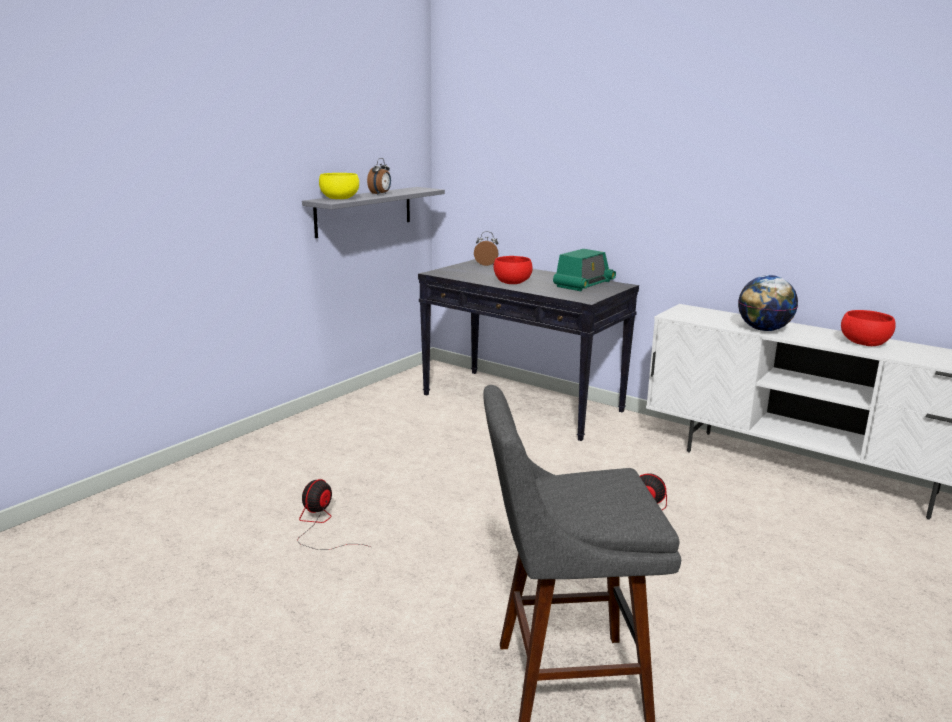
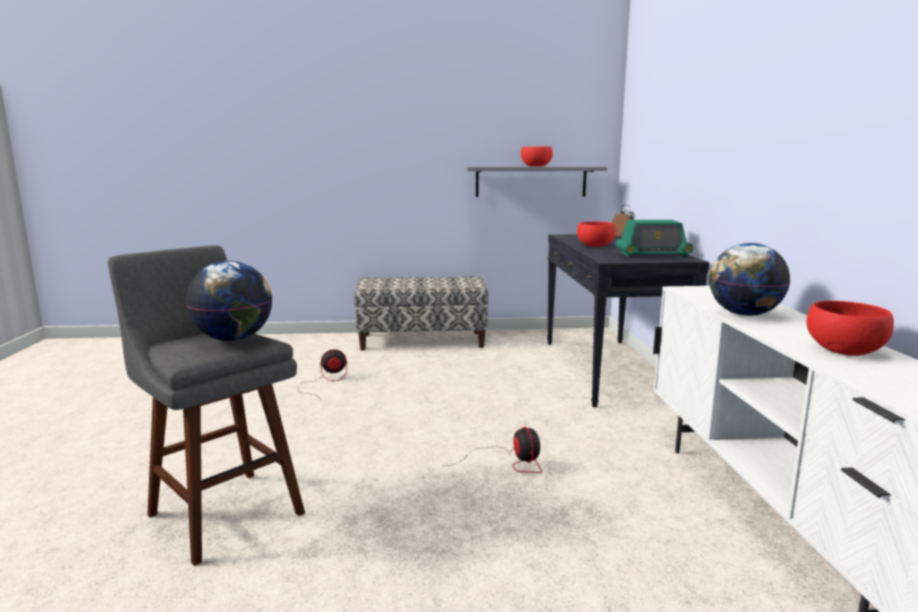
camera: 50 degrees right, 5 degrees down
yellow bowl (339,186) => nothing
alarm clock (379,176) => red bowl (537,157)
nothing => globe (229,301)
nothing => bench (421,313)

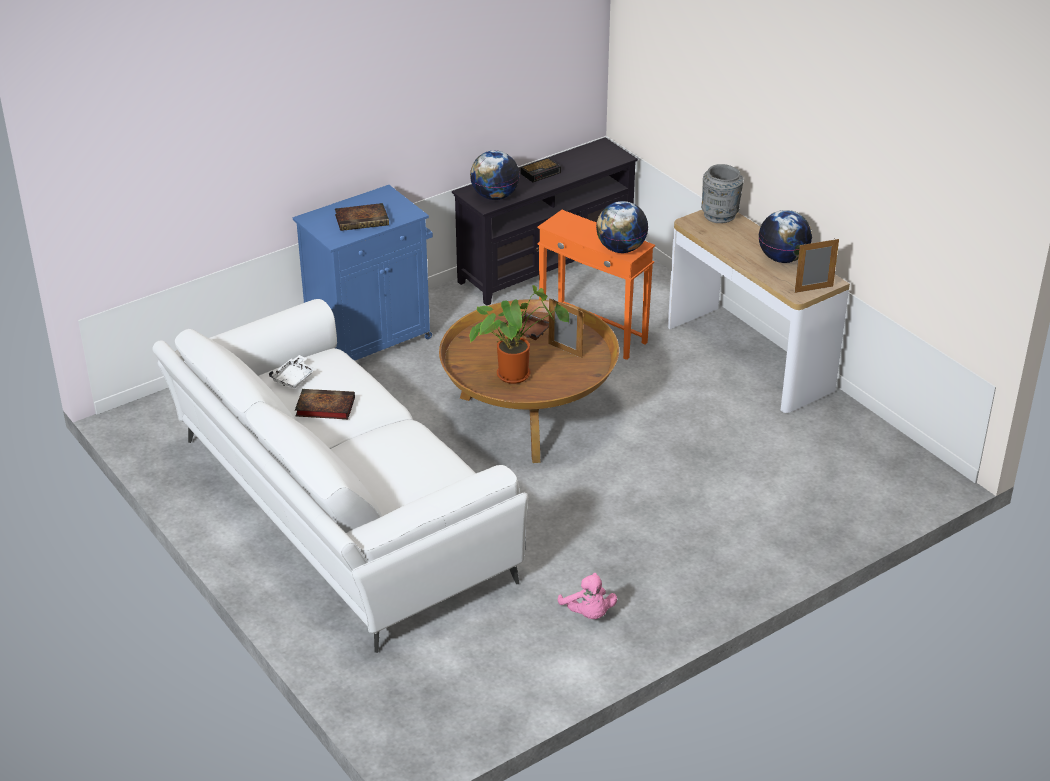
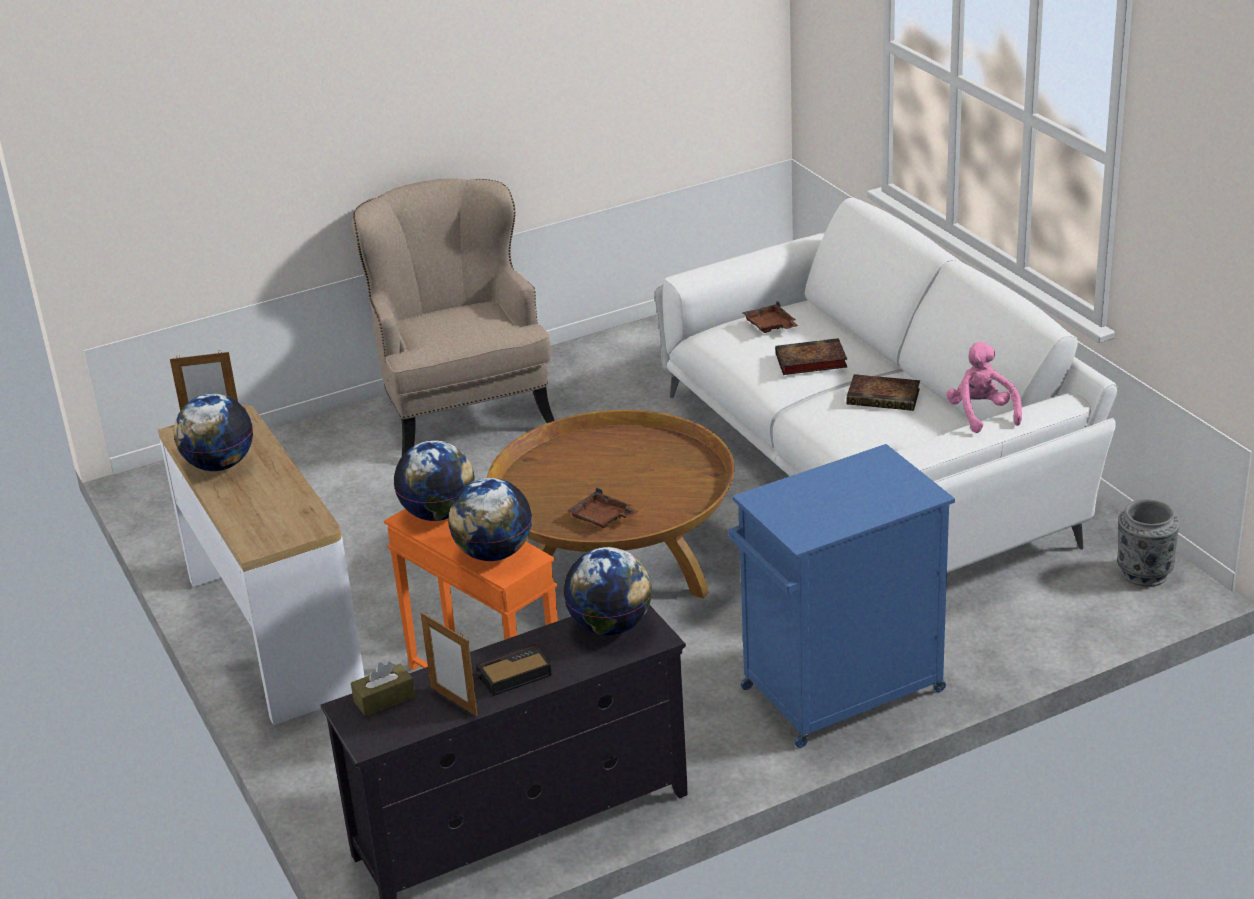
camera: 170 degrees left, 5 degrees down
white tray (292,371) => nothing
book (362,217) => book (811,356), shifted
potted plant (519,334) => nothing
picture frame (566,328) => picture frame (449,664), shifted
pink plush toy (587,596) => pink plush toy (984,387), shifted
grey vase (722,193) => grey vase (1148,543), shifted
nothing => brown tissue box (383,689)
nothing => beige armchair (453,317)
nothing => globe (490,519)
nothing => brown tray (770,317)

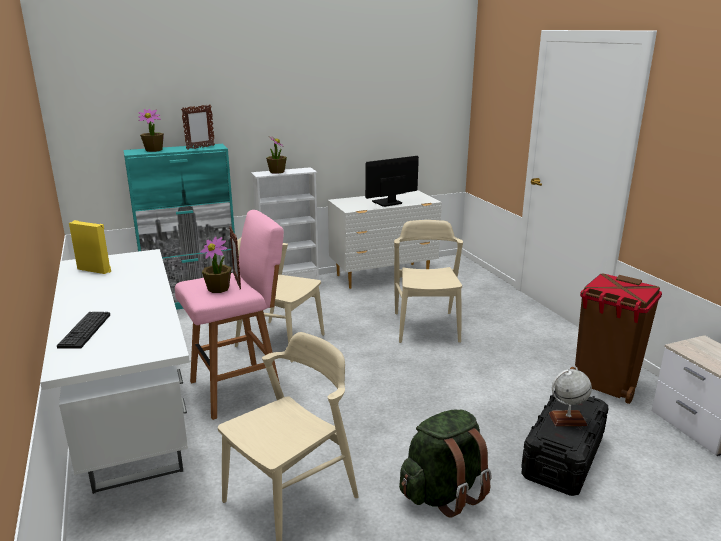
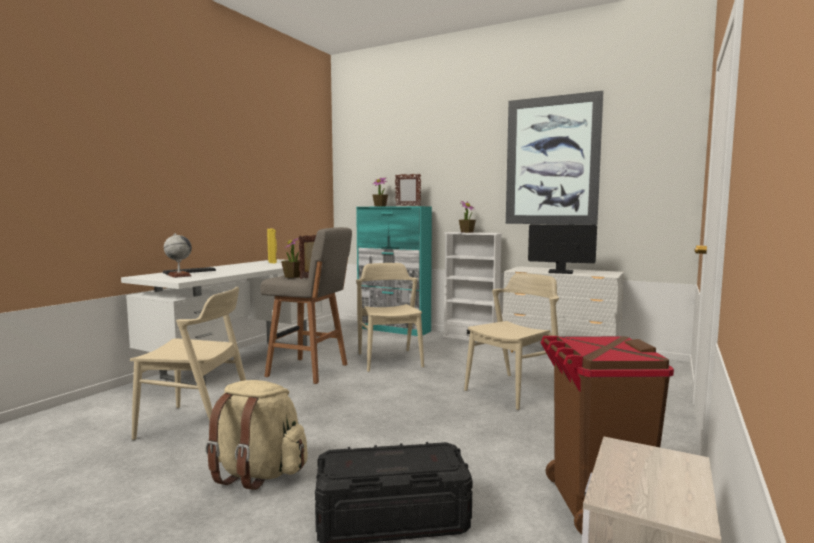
camera: 50 degrees right, 15 degrees down
pink stool (229,315) => grey stool (306,305)
green backpack (445,464) => beige backpack (256,435)
globe (570,397) => globe (178,255), shifted
nothing => picture (555,158)

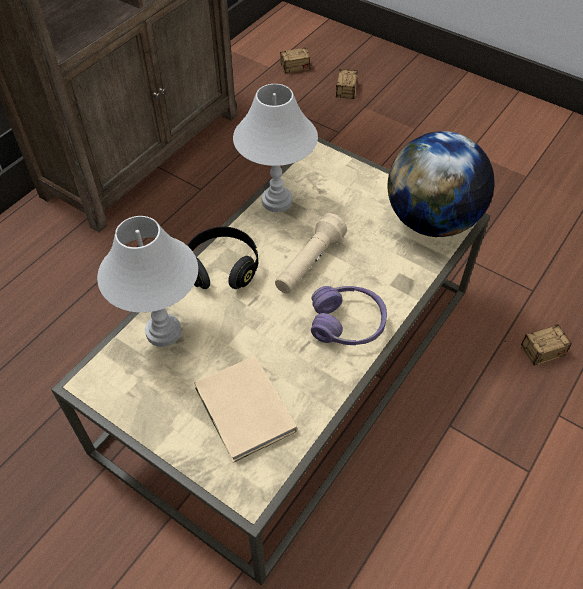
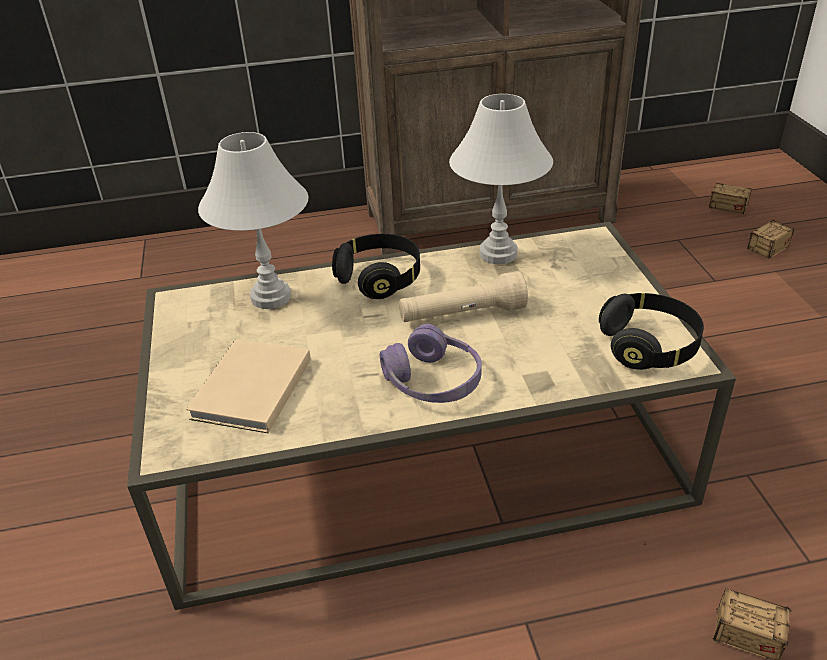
camera: 45 degrees right, 15 degrees down
globe (441,184) => black headphones (651,331)

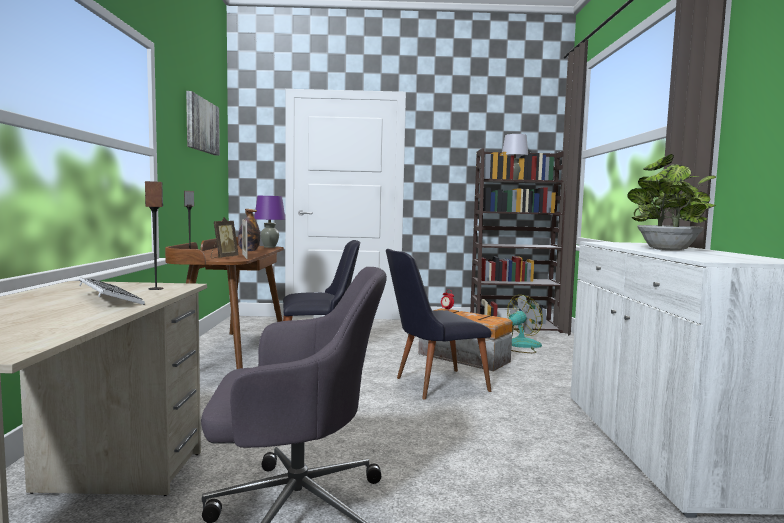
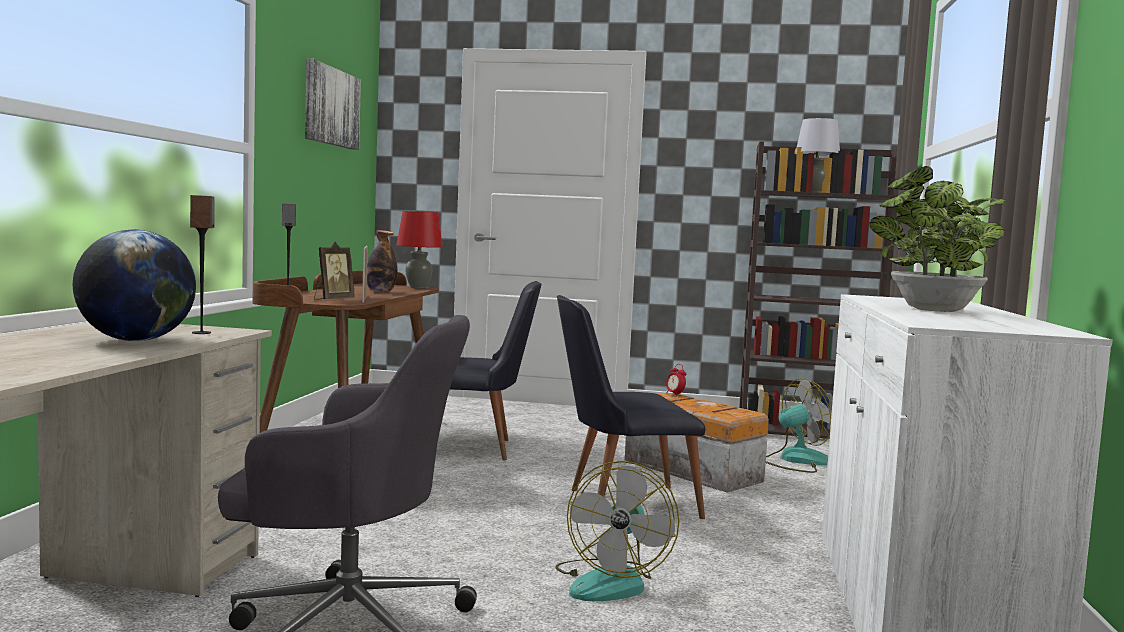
camera: 10 degrees right, 0 degrees up
keyboard (112,291) => globe (134,285)
purple table lamp (270,222) => red table lamp (420,250)
nothing => fan (617,531)

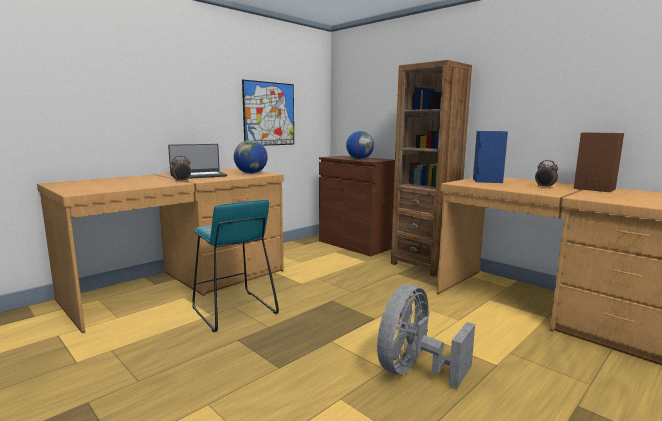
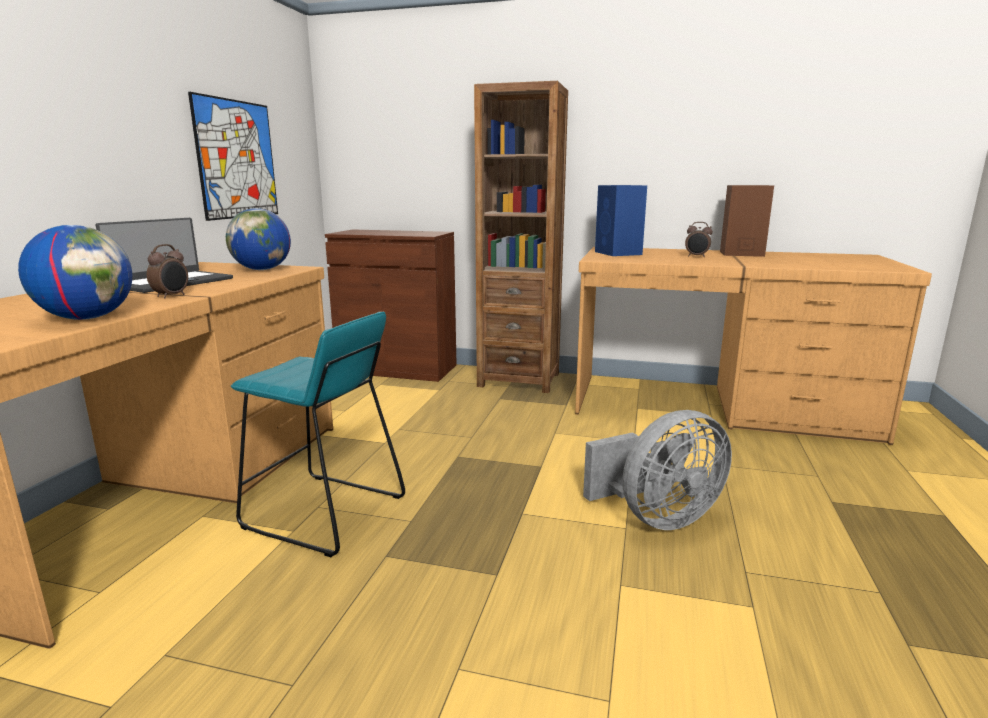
camera: 30 degrees left, 5 degrees up
globe (360,145) => globe (75,272), shifted
grey fan (426,336) => grey fan (657,470), 120 degrees counterclockwise

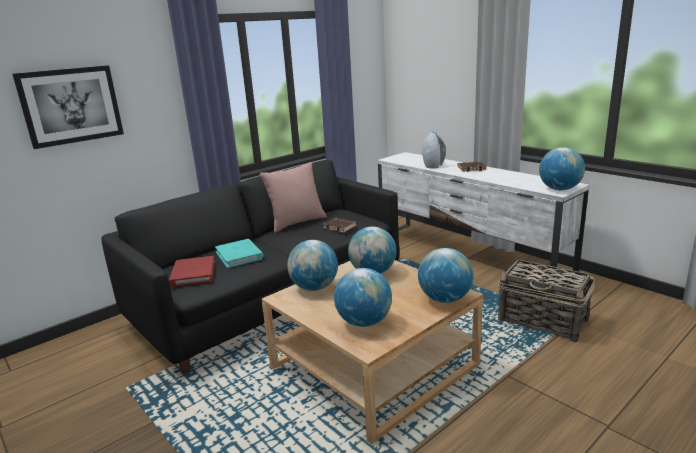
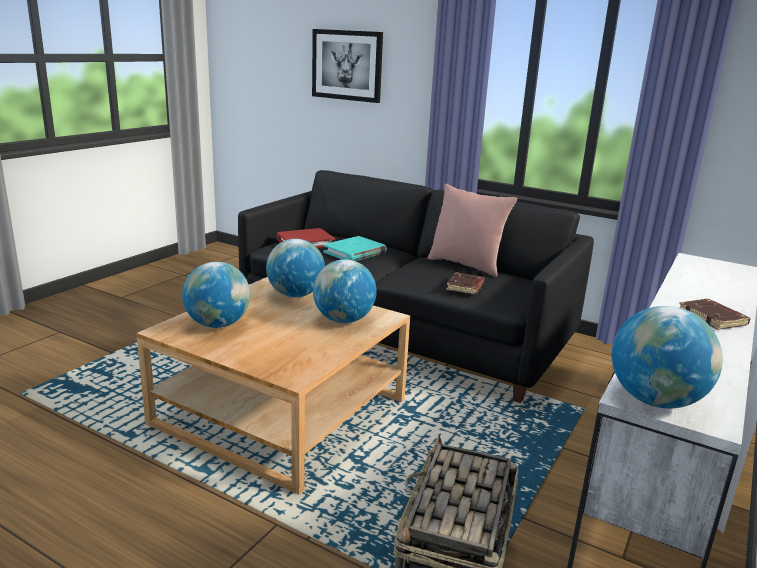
camera: 70 degrees right, 0 degrees up
globe (445,275) => nothing
grey vase (434,150) => nothing

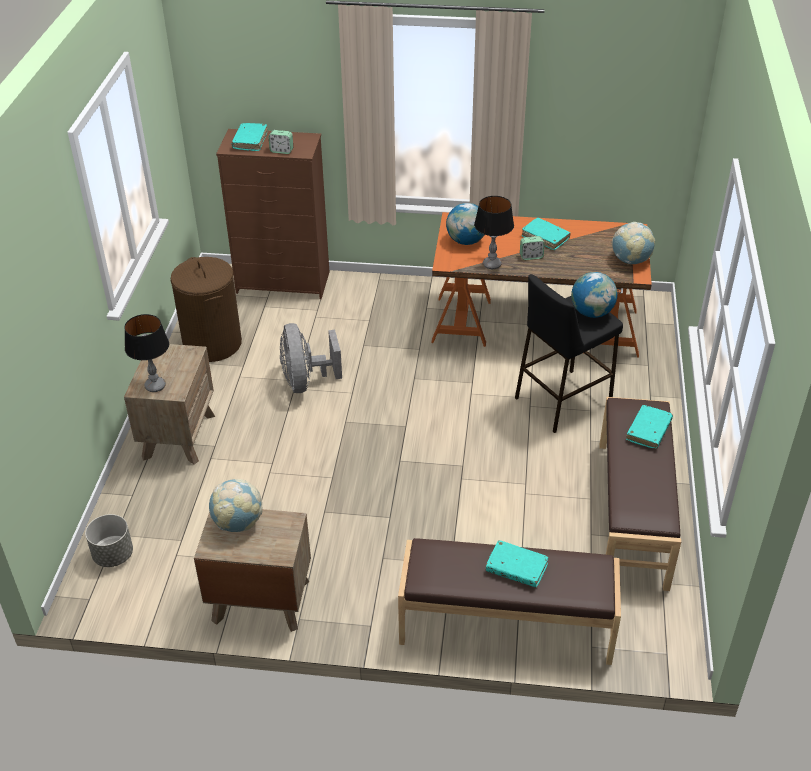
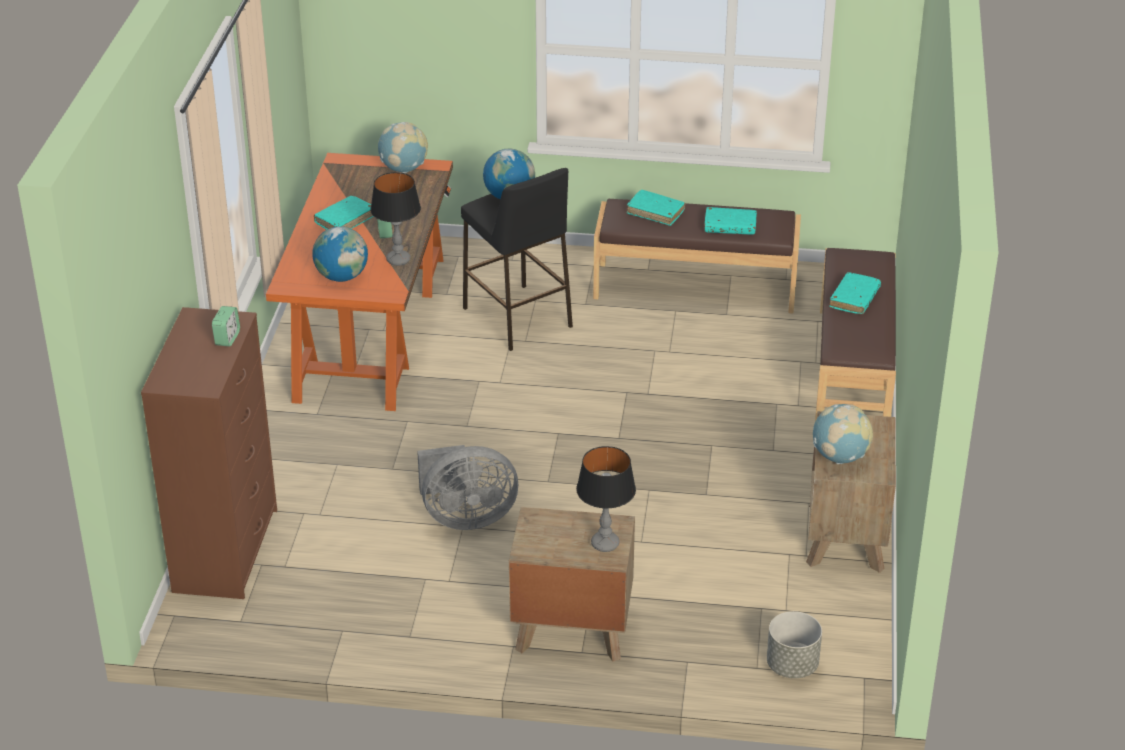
camera: 90 degrees left, 5 degrees down
brown laundry basket (206,309) => nothing
turquoise book (249,137) => turquoise book (730,221), shifted

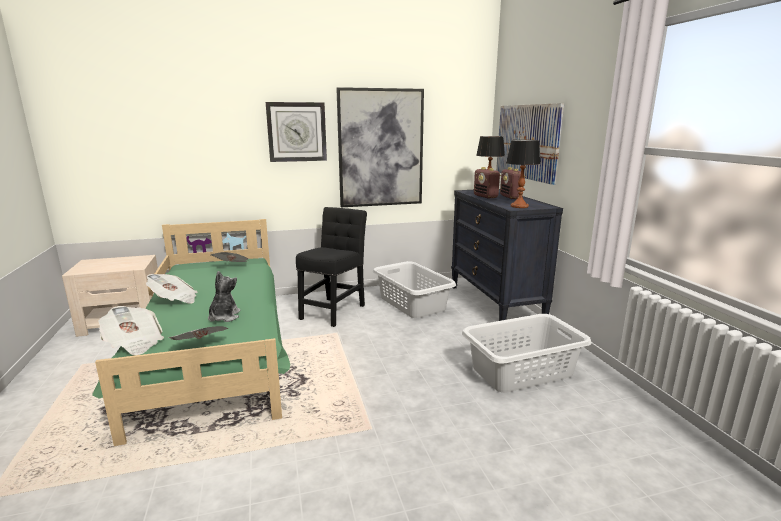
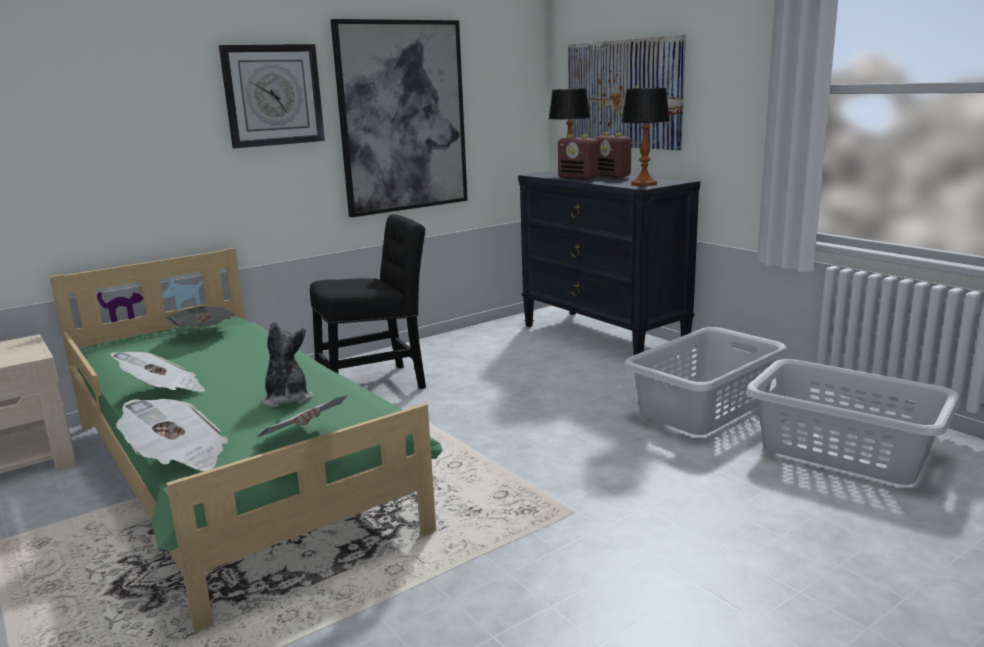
camera: 20 degrees left, 0 degrees up
black chair (331,267) => black chair (368,301), 60 degrees clockwise
grey laundry basket (414,289) => grey laundry basket (852,422), shifted

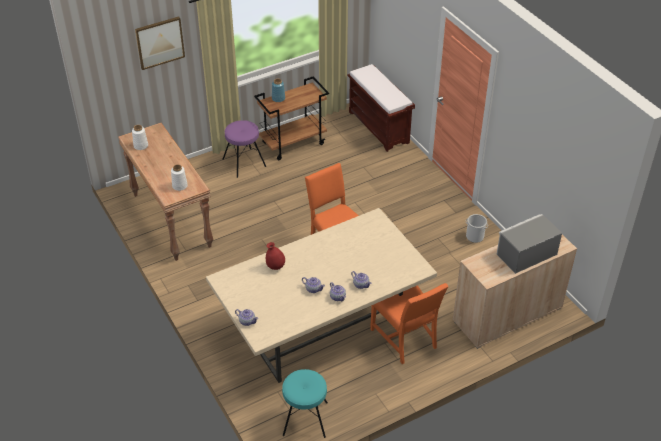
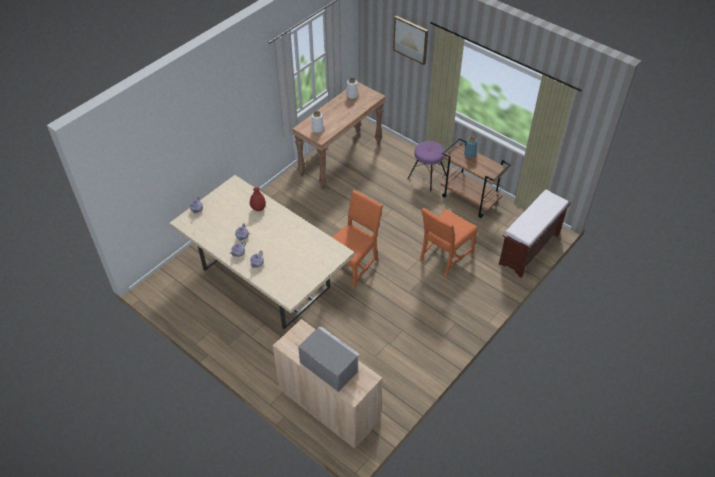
camera: 70 degrees right, 5 degrees up
turquoise stool (305,403) => nothing
orange chair (409,323) => orange chair (449,242), shifted
bucket (477,228) => nothing

